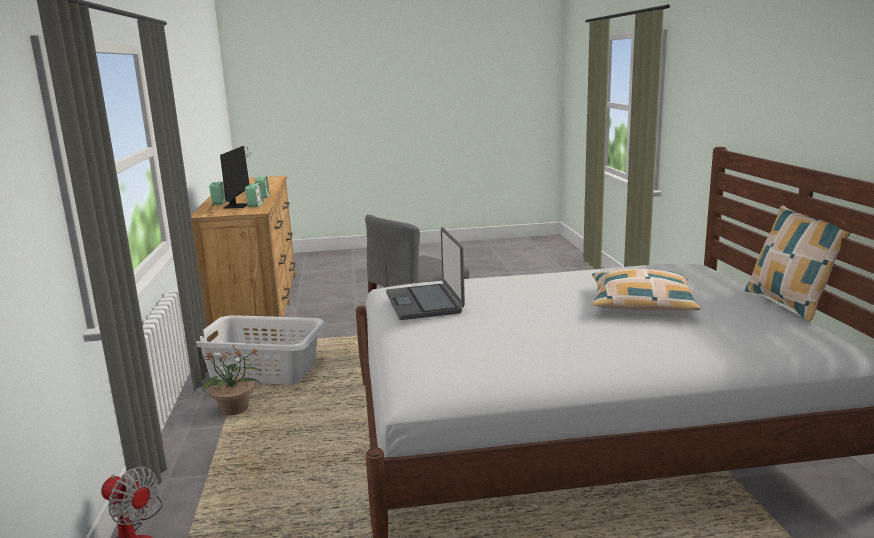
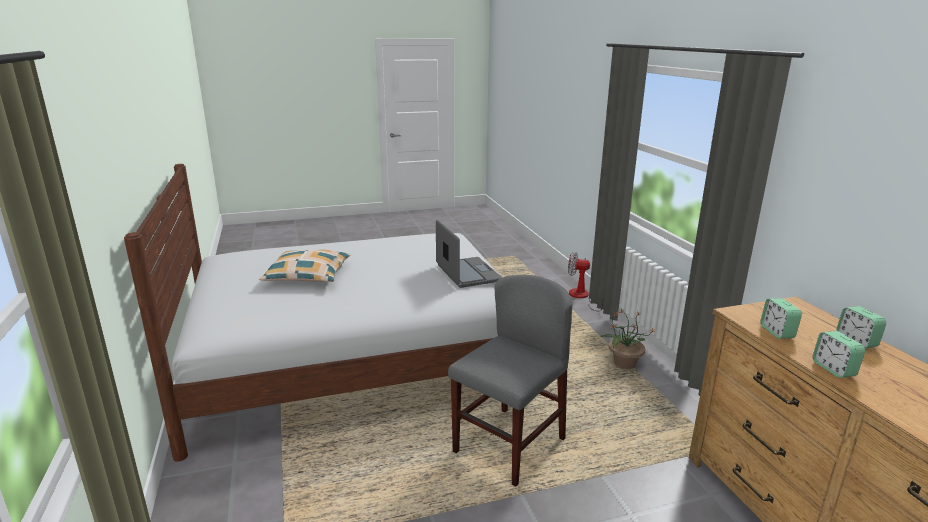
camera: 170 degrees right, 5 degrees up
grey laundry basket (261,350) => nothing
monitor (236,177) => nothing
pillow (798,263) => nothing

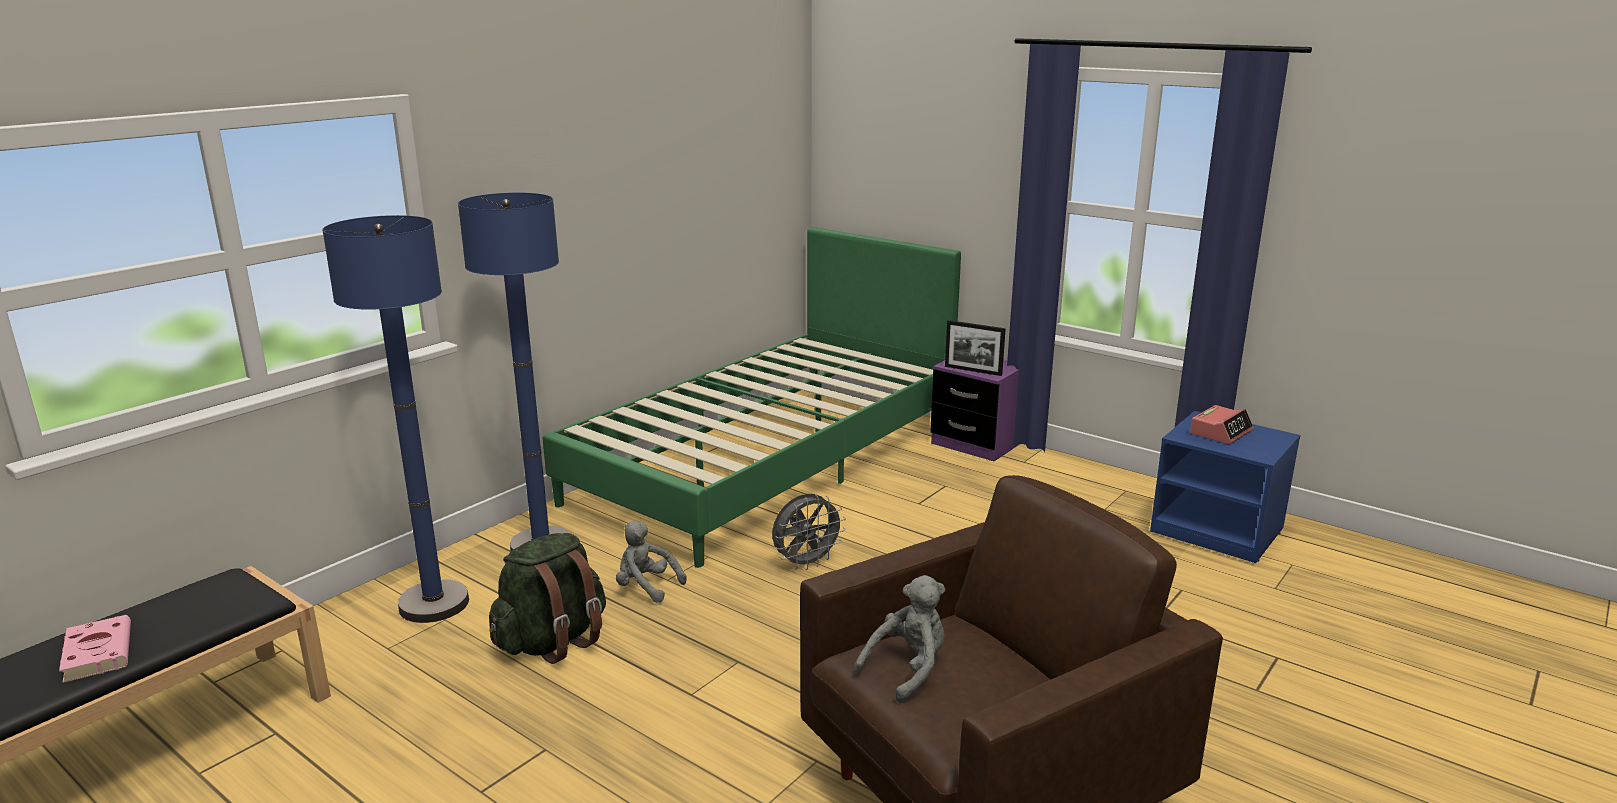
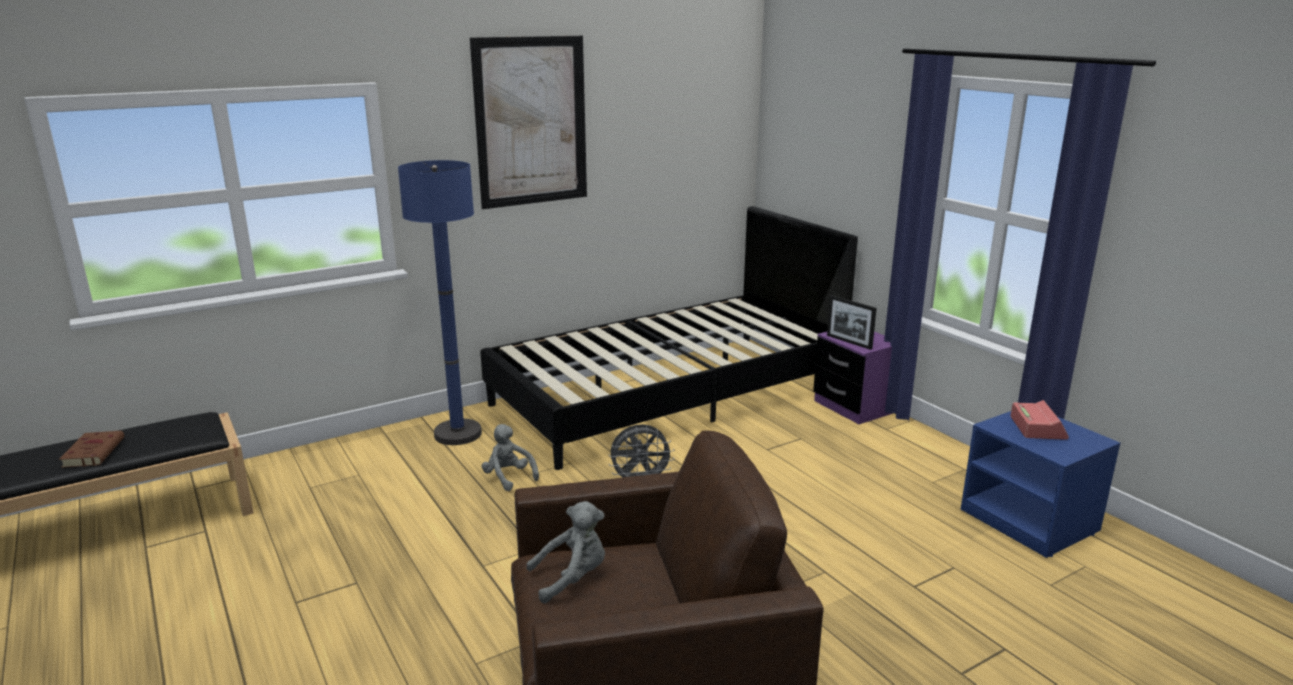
camera: 20 degrees right, 0 degrees up
pink book (95,649) => brown book (92,449)
blue floor lamp (395,419) => nothing
green backpack (547,598) => nothing
green bed (752,397) => black bed (669,338)
alarm clock (1222,424) => alarm clock (1039,420), 60 degrees counterclockwise
nothing => picture (528,122)

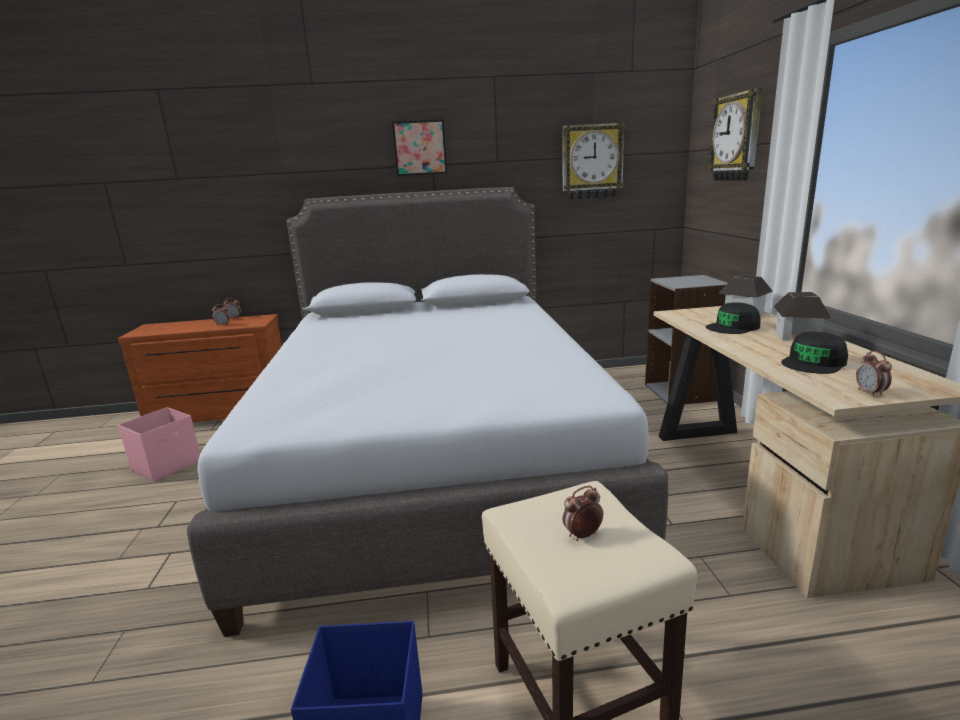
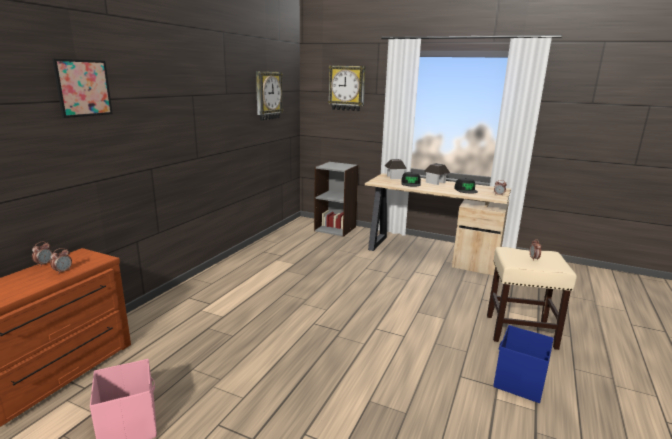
camera: 60 degrees left, 0 degrees up
grey bed (427,412) => nothing
picture (419,147) => picture (82,88), shifted

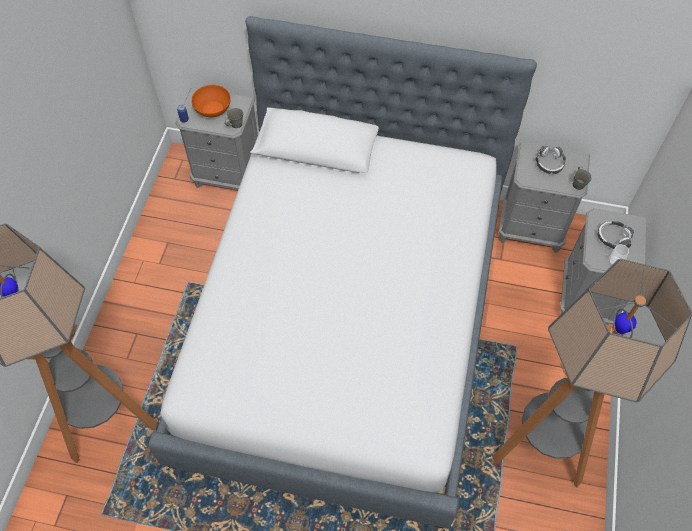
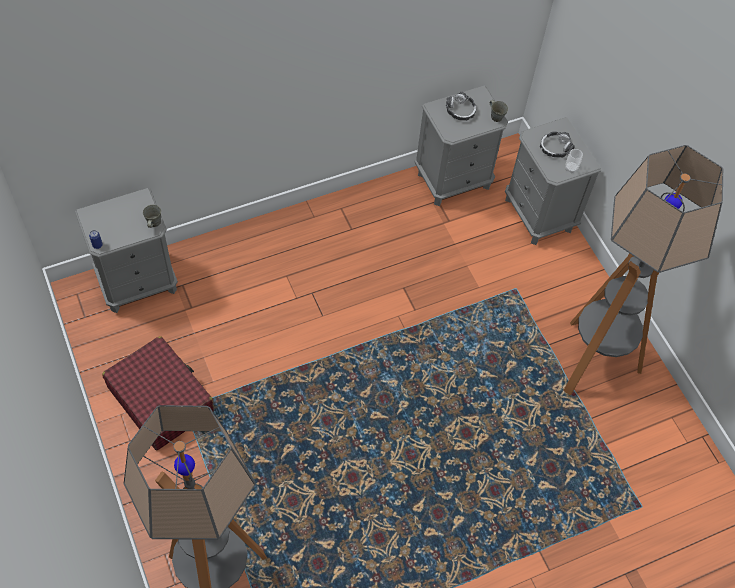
camera: 40 degrees left, 0 degrees up
bed (342,272) => nothing
orange bowl (211,101) => nothing
nothing => red suitcase (158,393)

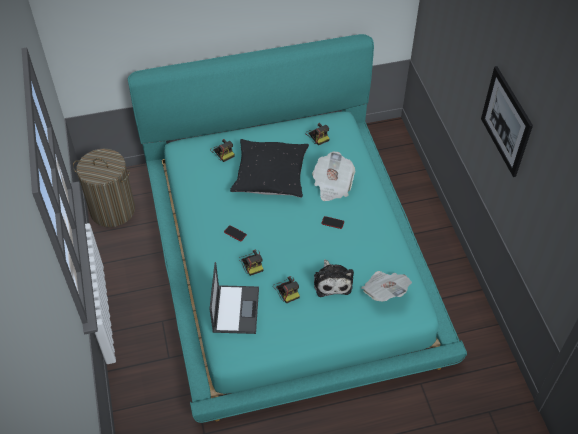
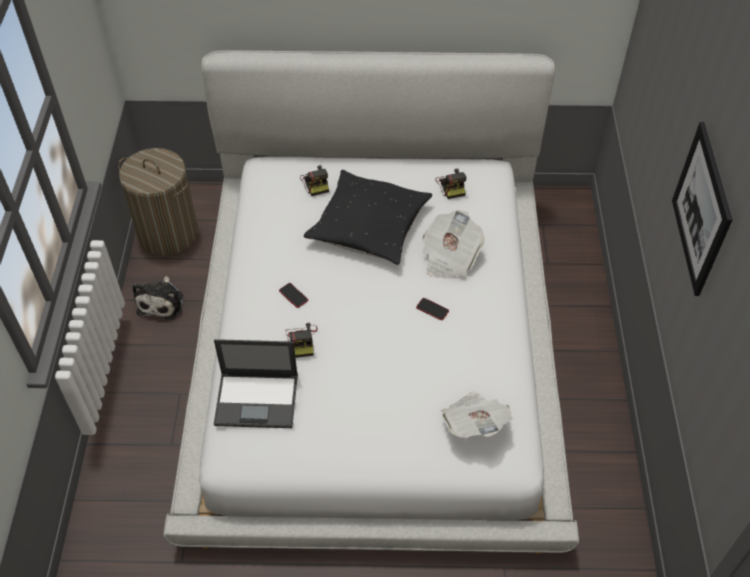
camera: 15 degrees right, 0 degrees up
turquoise bed (297,228) => white bed (371,302)
laptop (234,298) => laptop (256,383), 75 degrees clockwise
photo camera (286,290) => nothing
plush toy (334,278) => plush toy (157,298), shifted

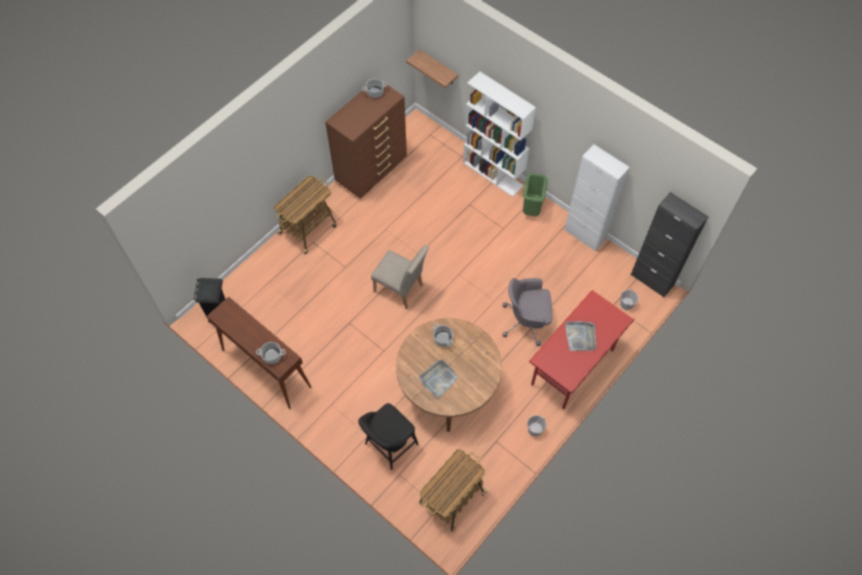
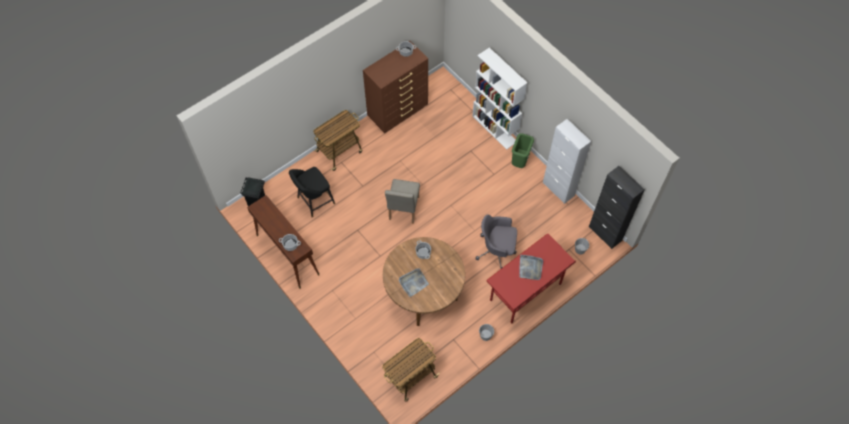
camera: 10 degrees right, 0 degrees up
black stool (388,436) => black stool (312,192), shifted
beige chair (400,277) => beige chair (402,201), 60 degrees clockwise
shelf (432,69) => nothing

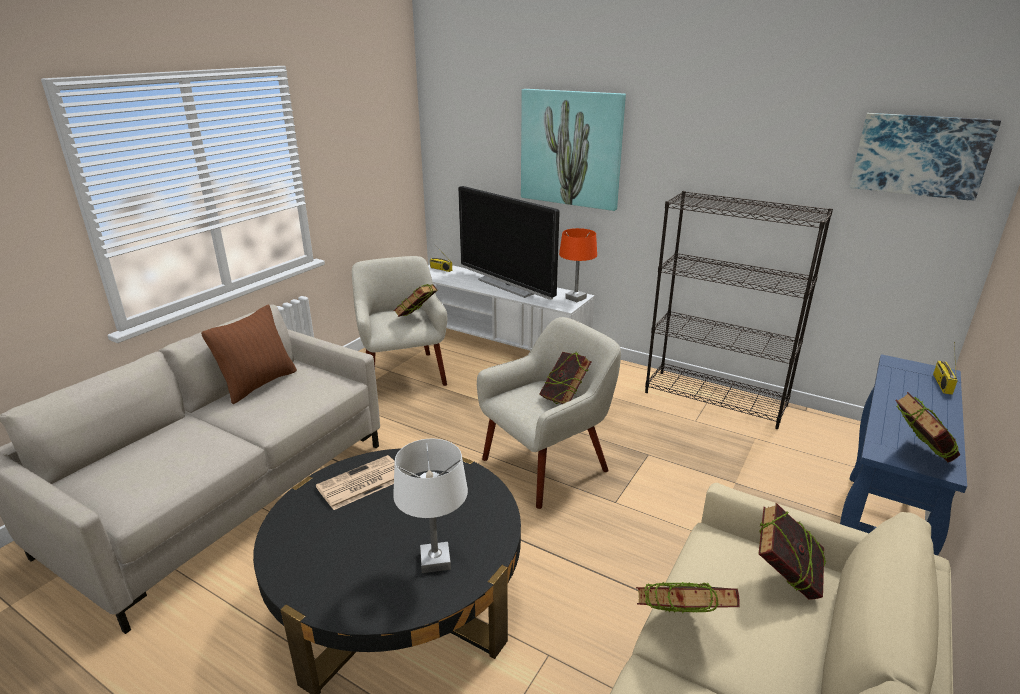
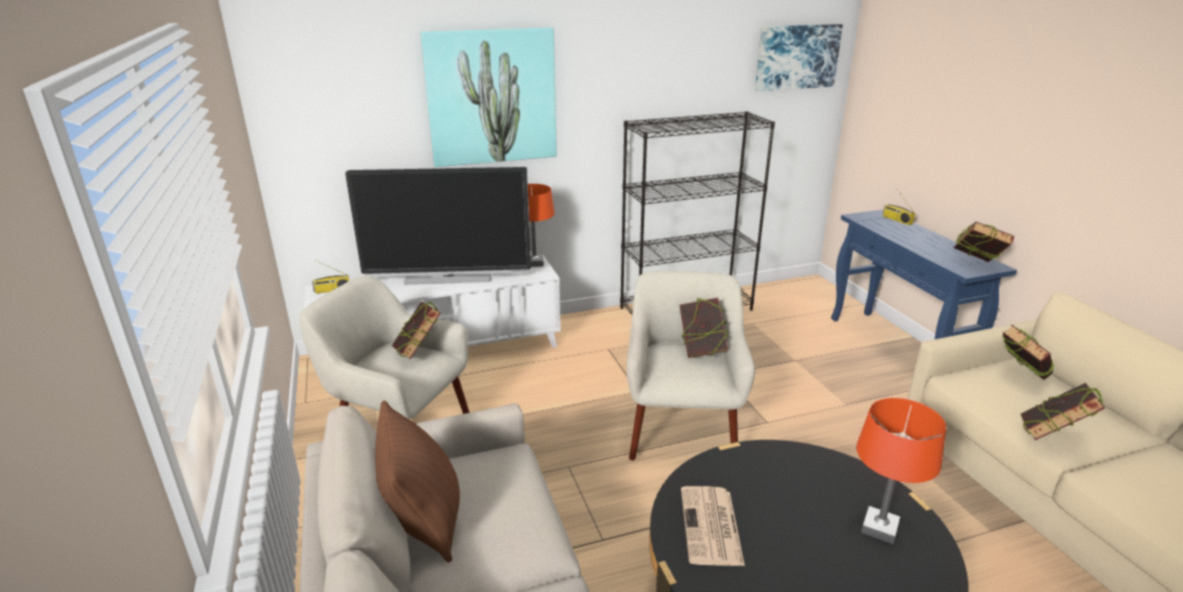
camera: 50 degrees left, 0 degrees up
white table lamp (430,506) => orange table lamp (901,471)

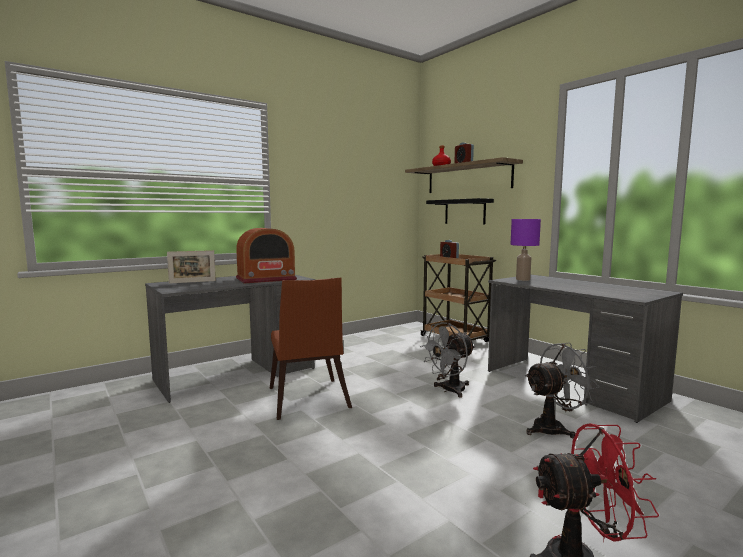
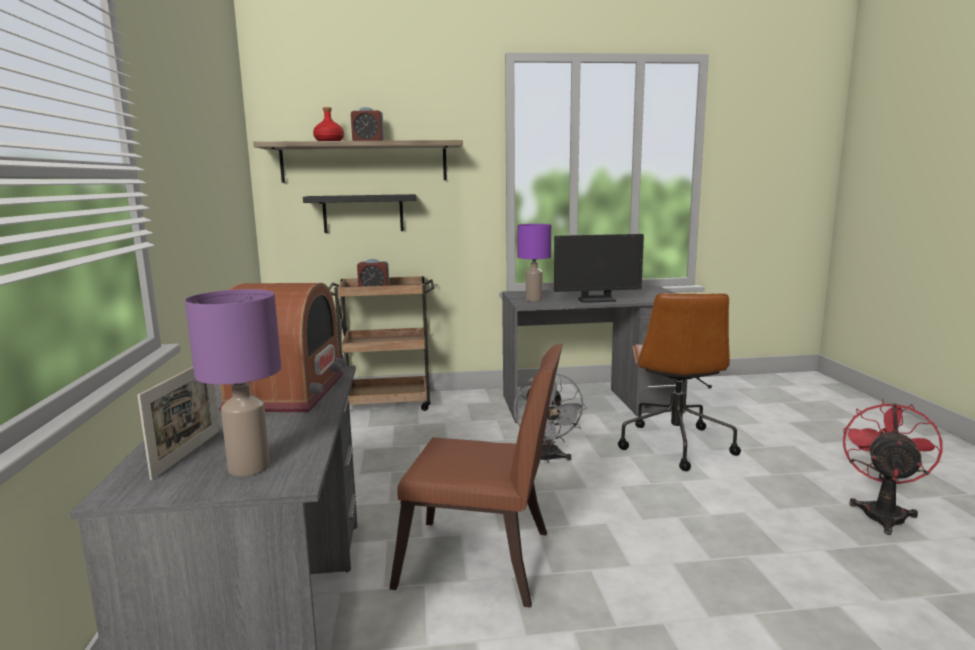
camera: 60 degrees left, 5 degrees up
grey fan (562,390) => brown office chair (679,382)
nothing => purple table lamp (233,383)
nothing => monitor (599,268)

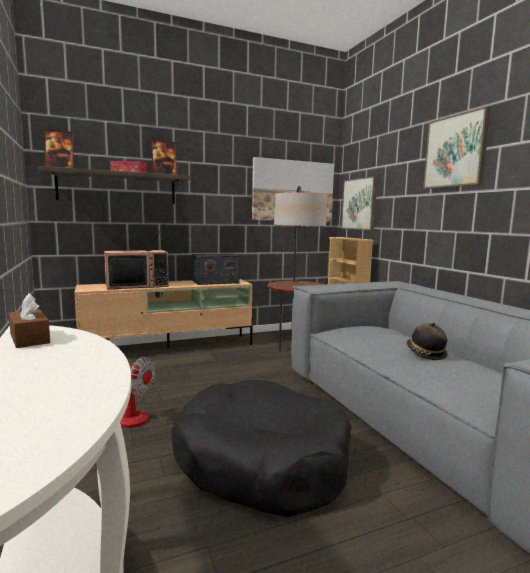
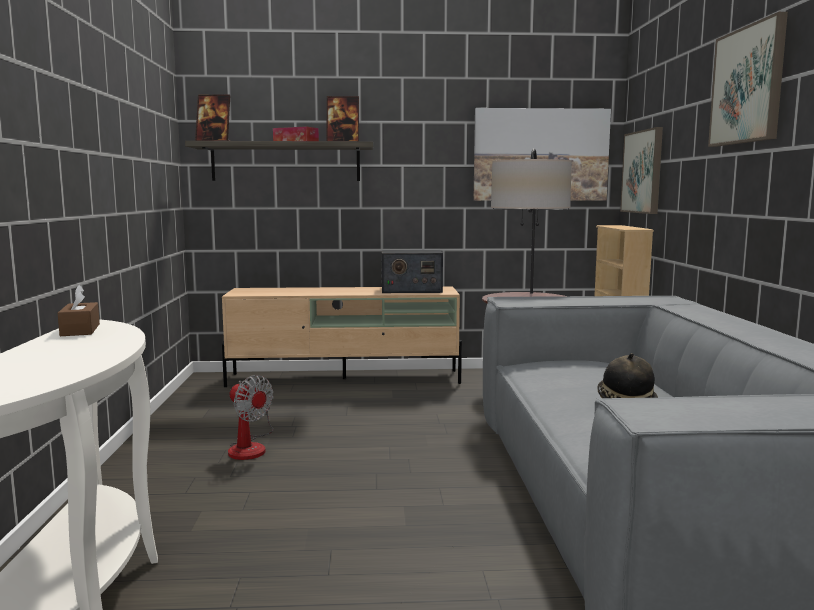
camera: 20 degrees right, 0 degrees up
television (136,253) => nothing
black dog bed (261,448) => nothing

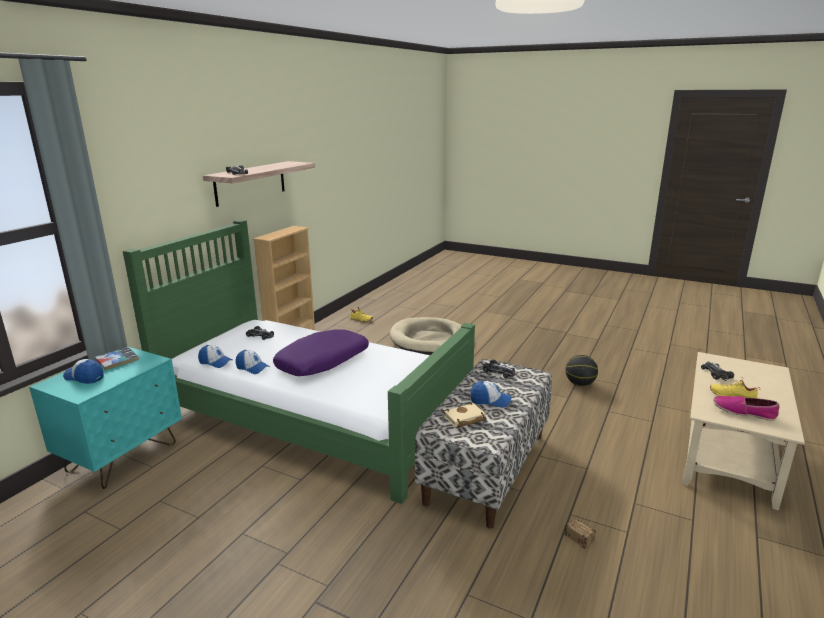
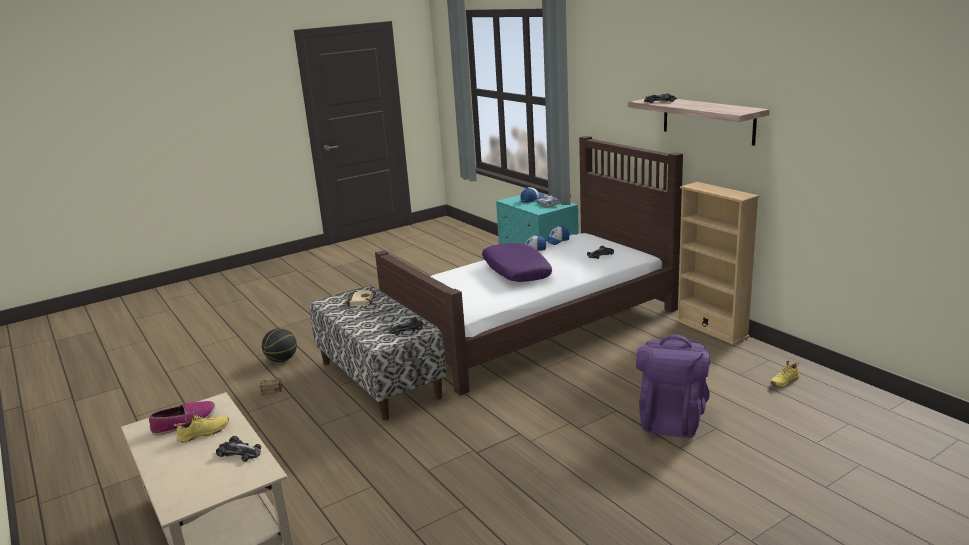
camera: 120 degrees right, 0 degrees up
green bed (299,362) => brown bed (529,265)
beige dog bed (426,336) => purple backpack (673,386)
cap (491,394) => nothing
basketball (581,370) => basketball (279,345), shifted

